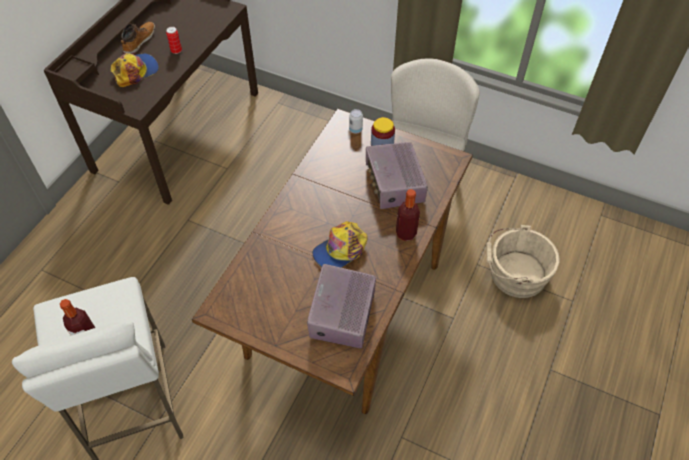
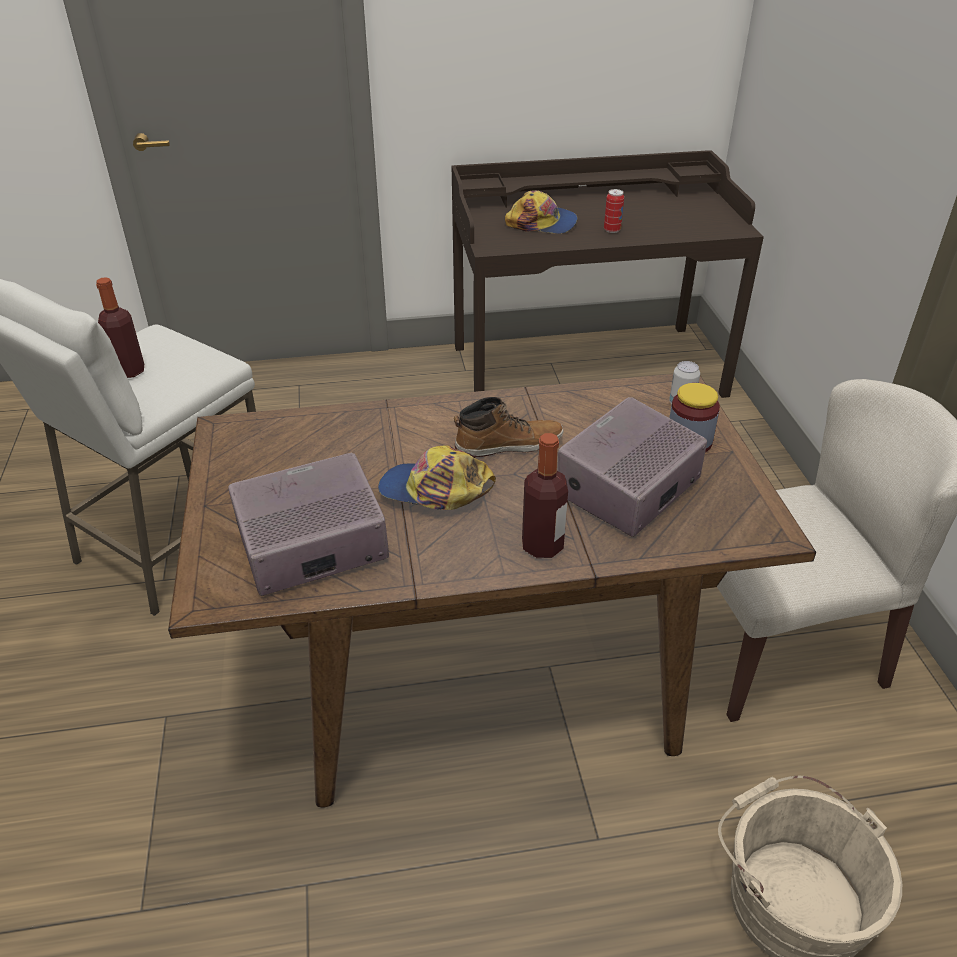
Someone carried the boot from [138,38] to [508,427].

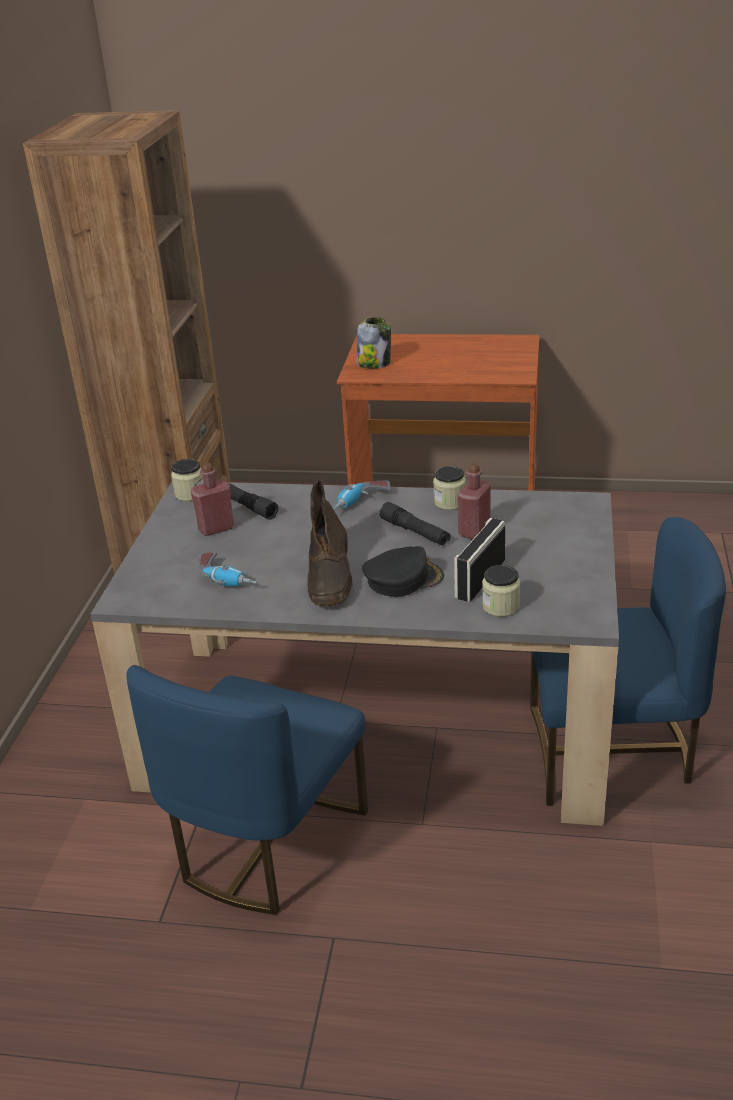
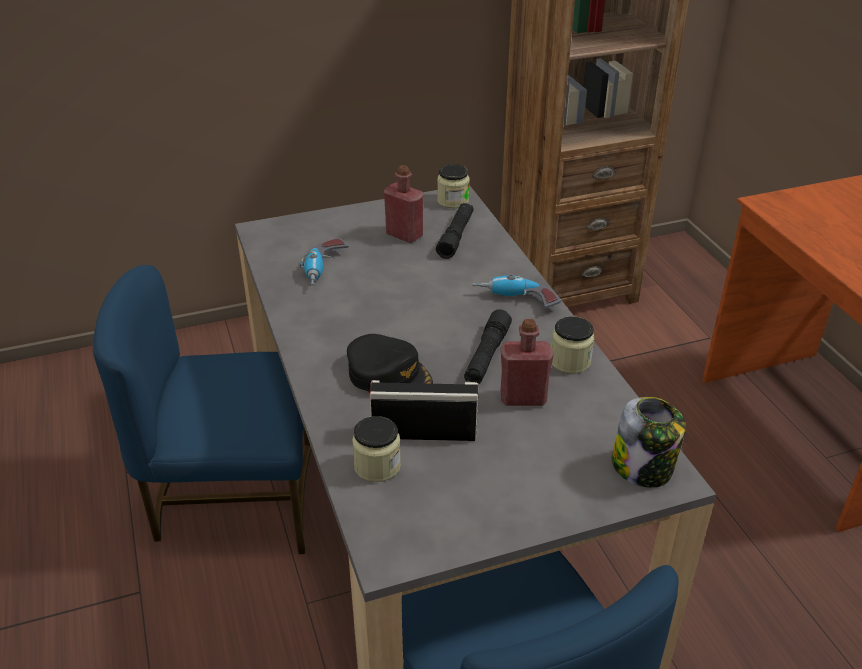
Someone took away the brown boot at [330,542]. Someone carried the jar from [373,343] to [649,442].

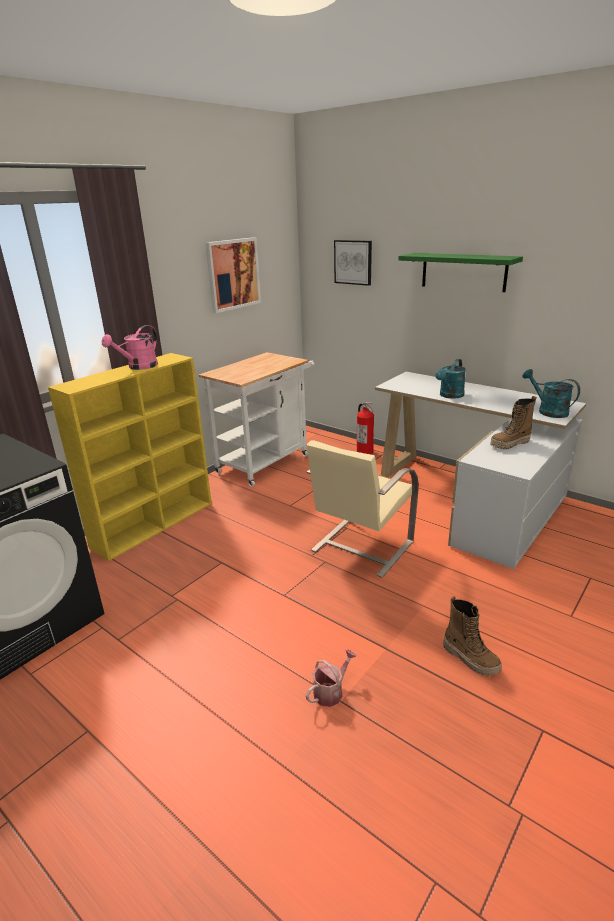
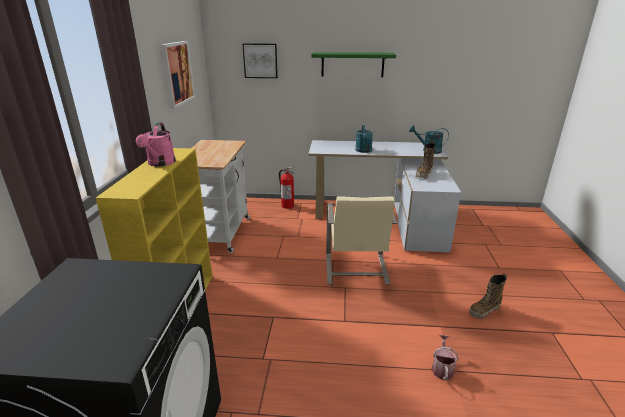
Someone rotated the boot at [472,636] by 135 degrees clockwise.

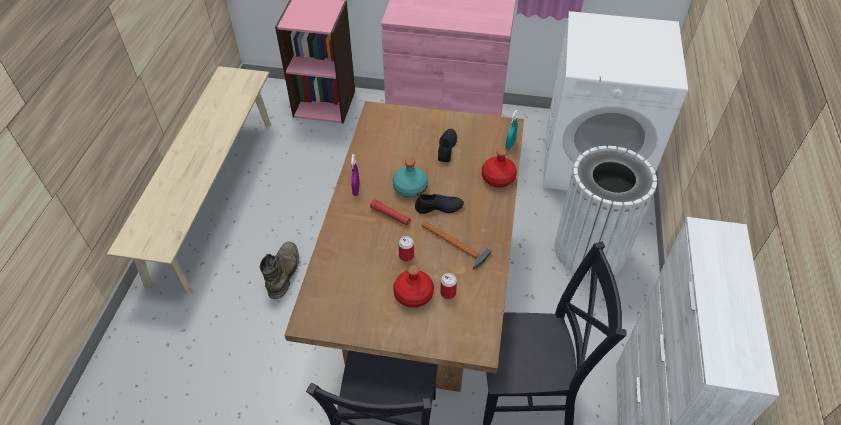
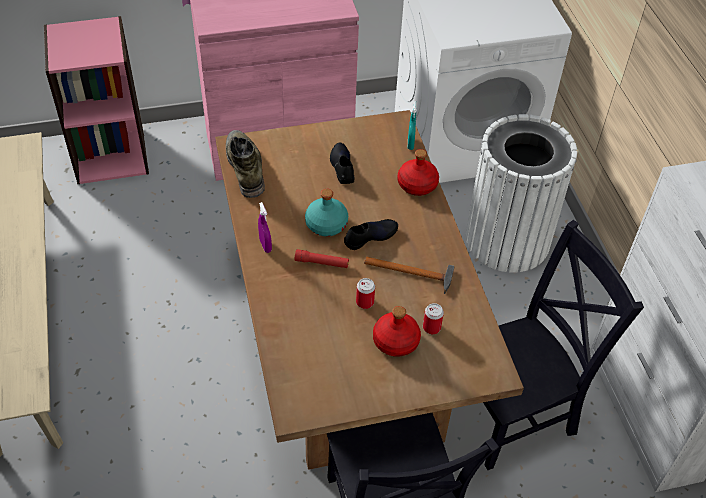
Someone carried the green boot from [279,270] to [245,164].

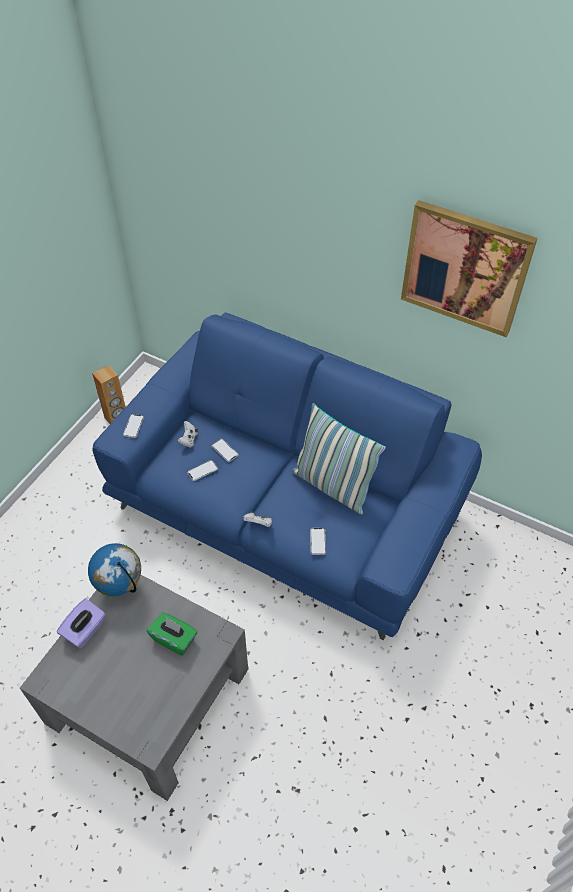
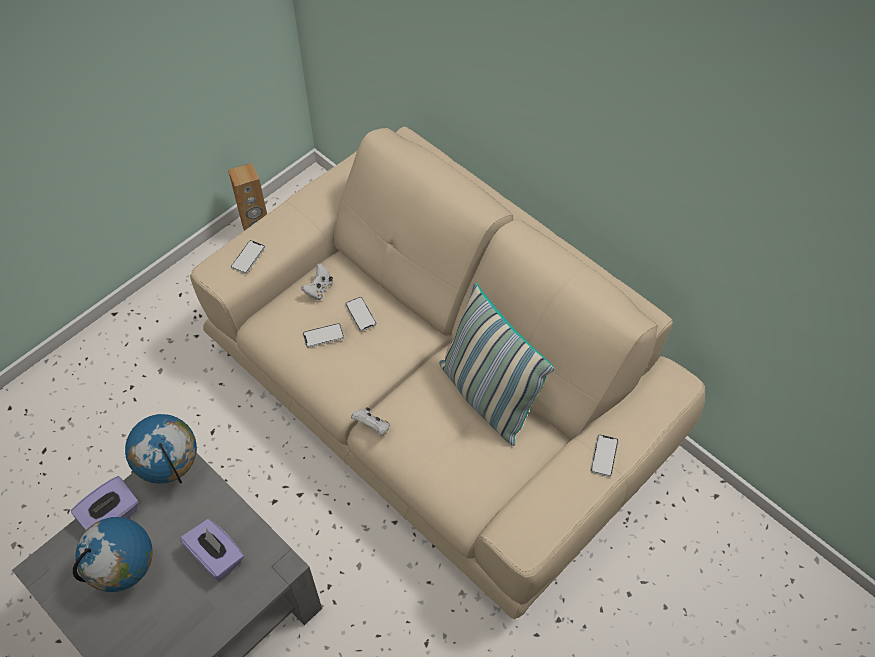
Someone took away the picture at [469,268]. Someone put down the globe at [113,554]. Someone carried the phone from [318,541] to [604,455]. Someone repainted the blue sofa at [287,476], which became the beige sofa at [447,372]. Someone repainted the green tissue box at [172,634], which became the purple tissue box at [212,550].

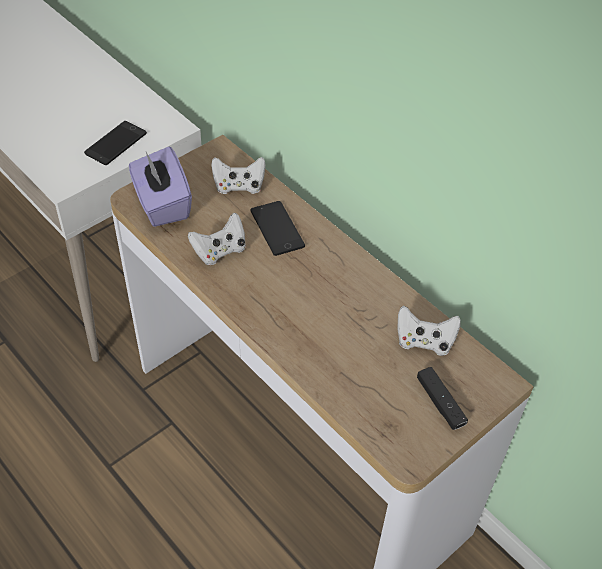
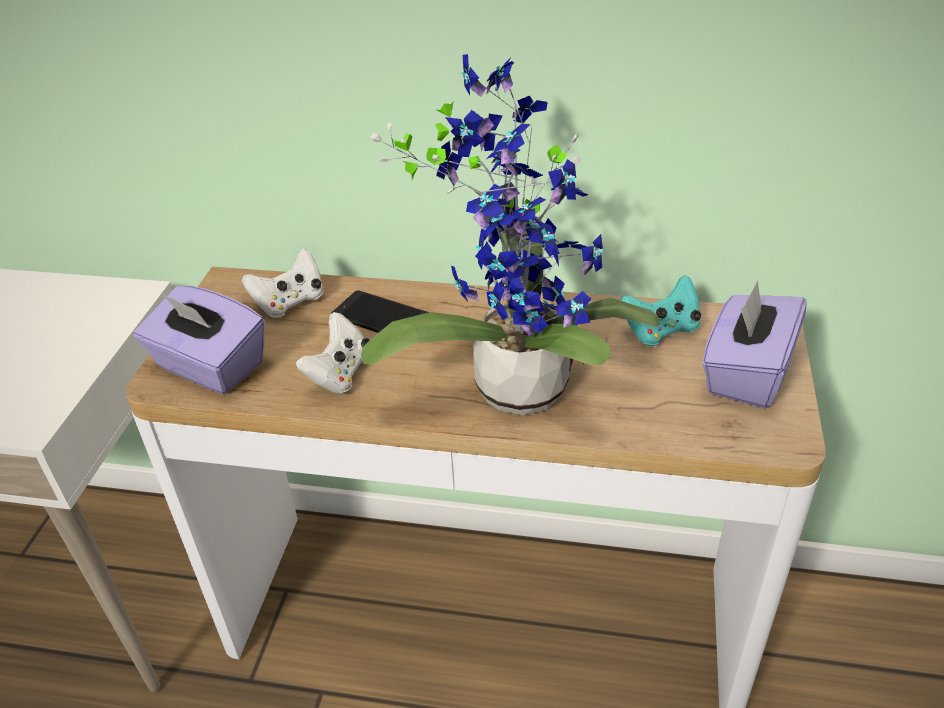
Someone took away the phone at [115,143]. Someone put down the potted plant at [510,234]. Someone swapped the black game controller at [442,398] for the purple tissue box at [754,344]. Someone repainted the white game controller at [429,330], which became the turquoise game controller at [660,310].

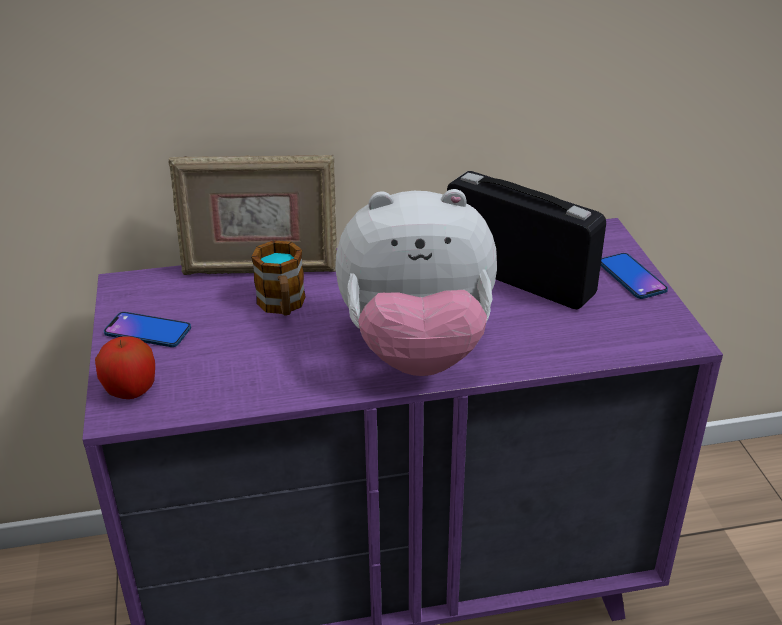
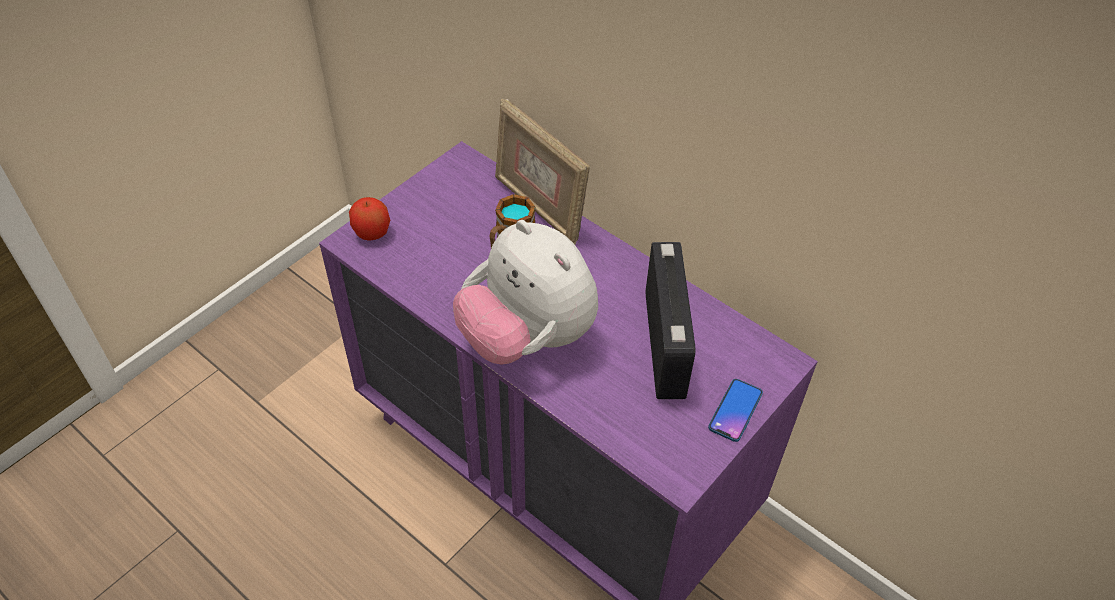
Someone took away the phone at [147,329].

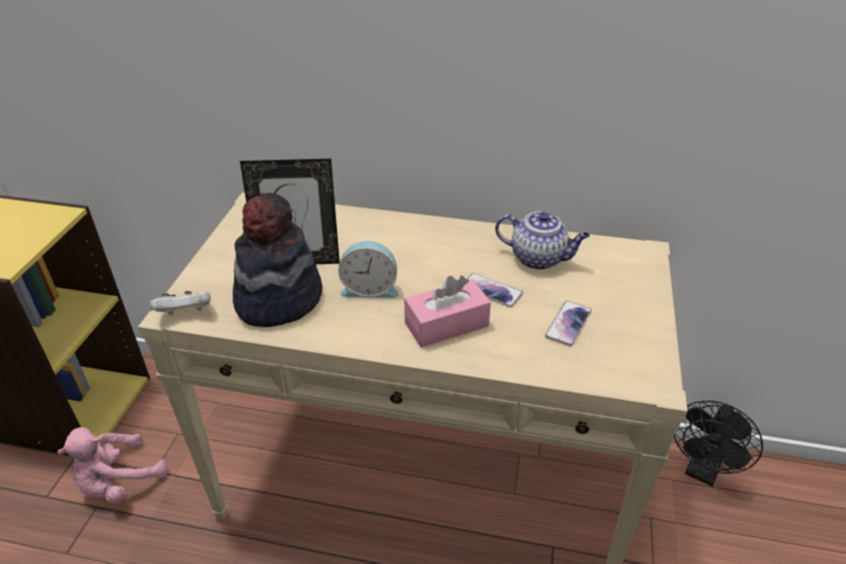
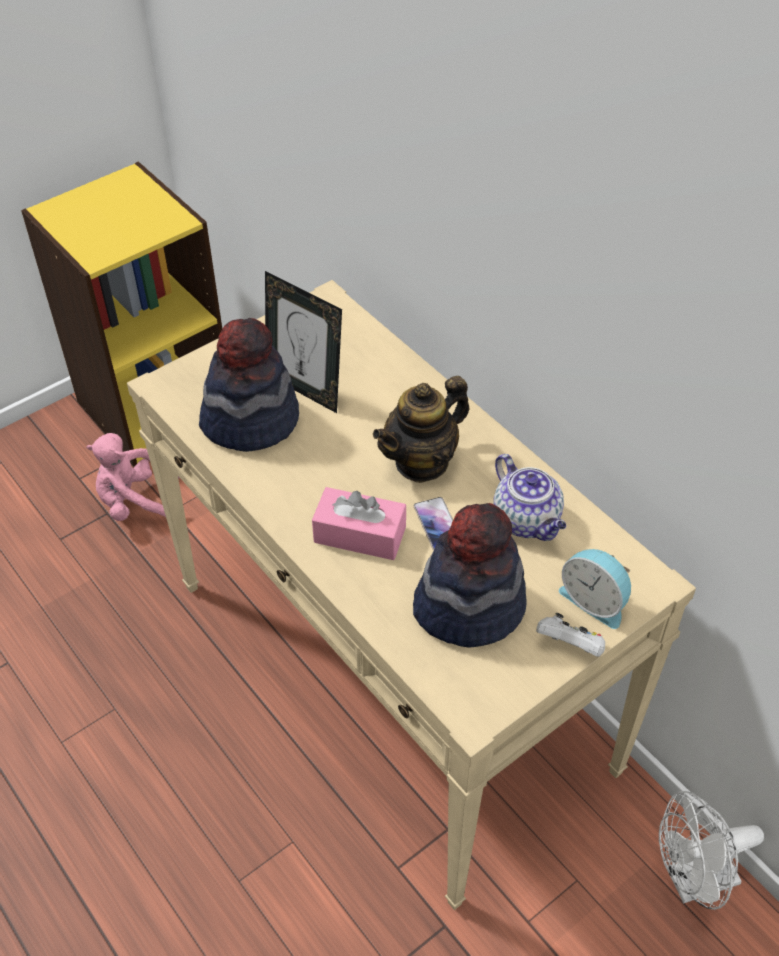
Someone put down the teapot at [421,429]. Someone carried the white game controller from [180,303] to [570,635]. Someone carried the alarm clock from [368,269] to [595,589]. Someone swapped the phone at [568,323] for the hat at [470,575]. Someone repainted the black fan at [718,443], which became the white fan at [711,850].

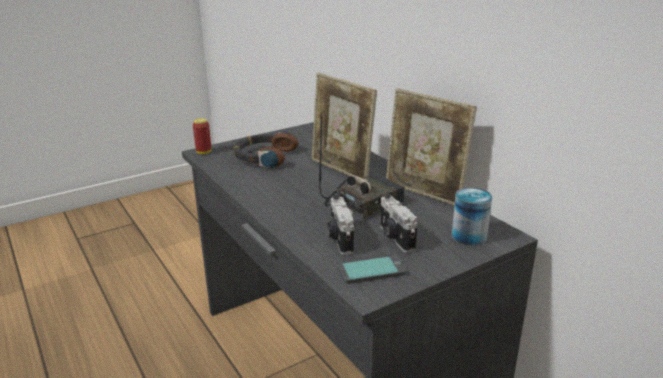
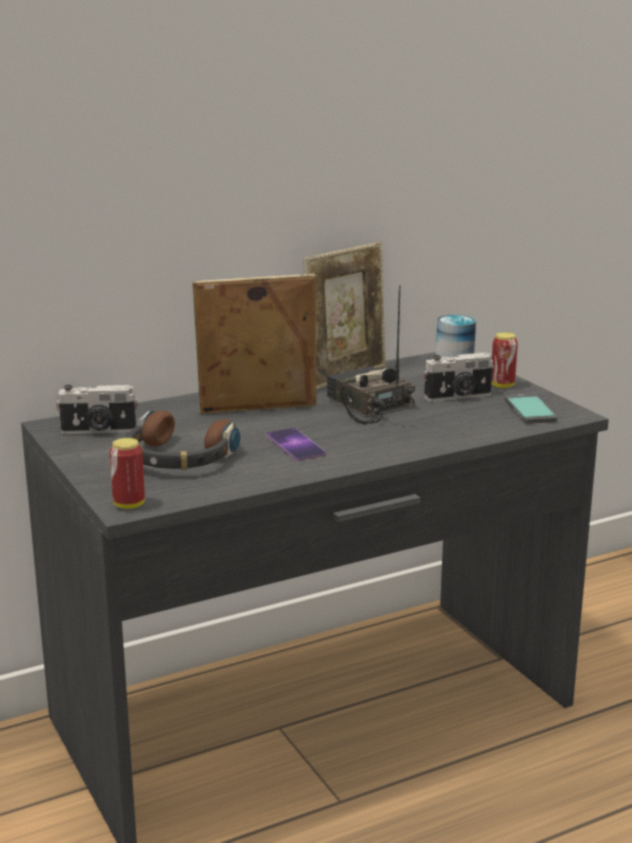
Someone put down the phone at [295,444]. Someone put down the can at [505,360]. Someone carried the photo camera from [341,224] to [97,409]. Someone rotated the picture frame at [344,126] by 150 degrees counterclockwise.

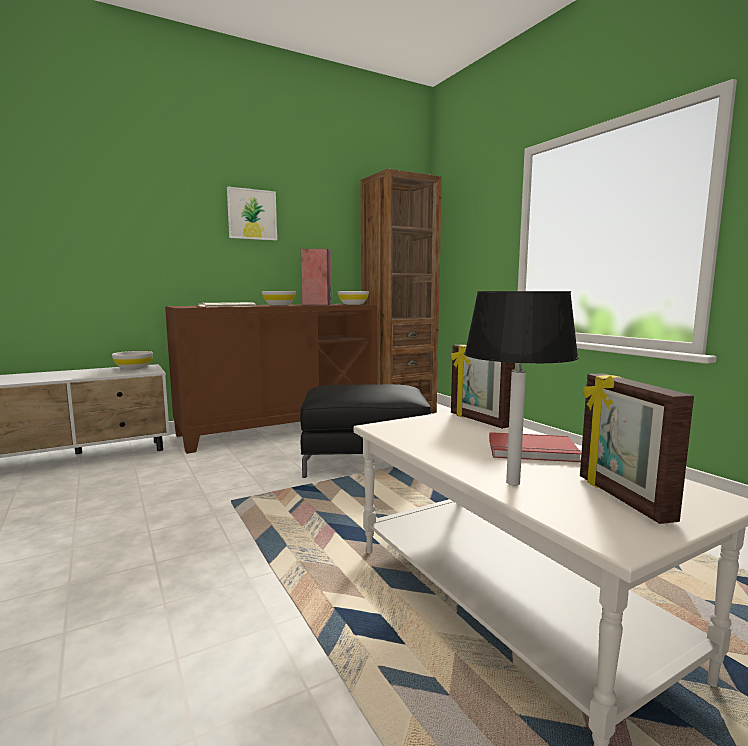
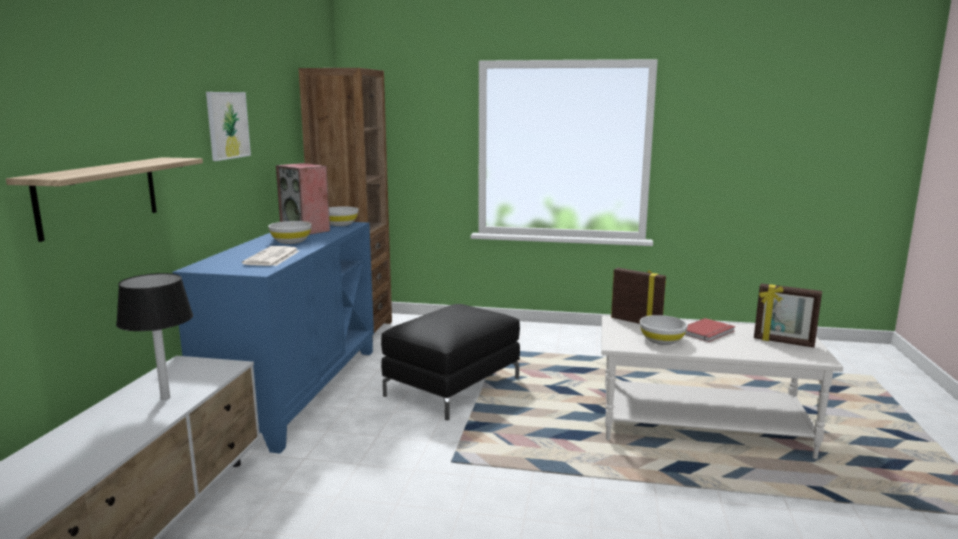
Someone put up the shelf at [104,199]. Someone carried the white bowl from [132,360] to [664,330]. Someone carried the black table lamp from [521,388] to [154,336]. Someone repainted the brown cabinet at [271,379], which became the blue cabinet at [273,337]. Someone rotated the picture frame at [483,386] by 150 degrees counterclockwise.

